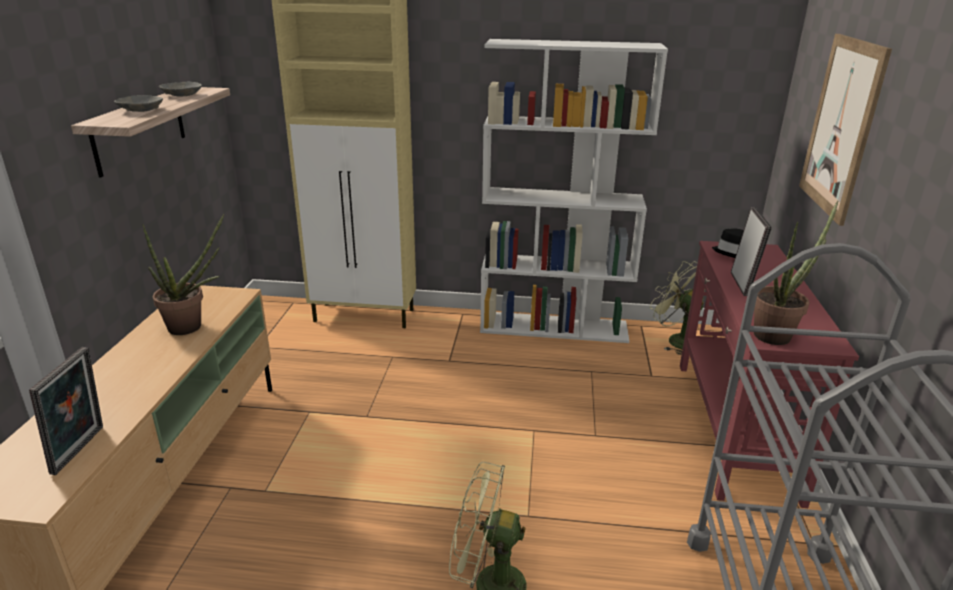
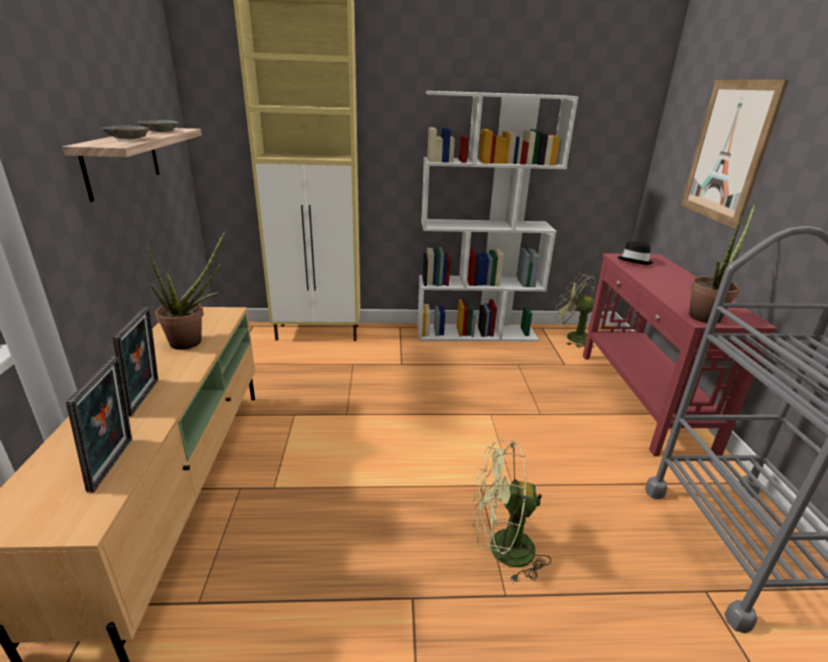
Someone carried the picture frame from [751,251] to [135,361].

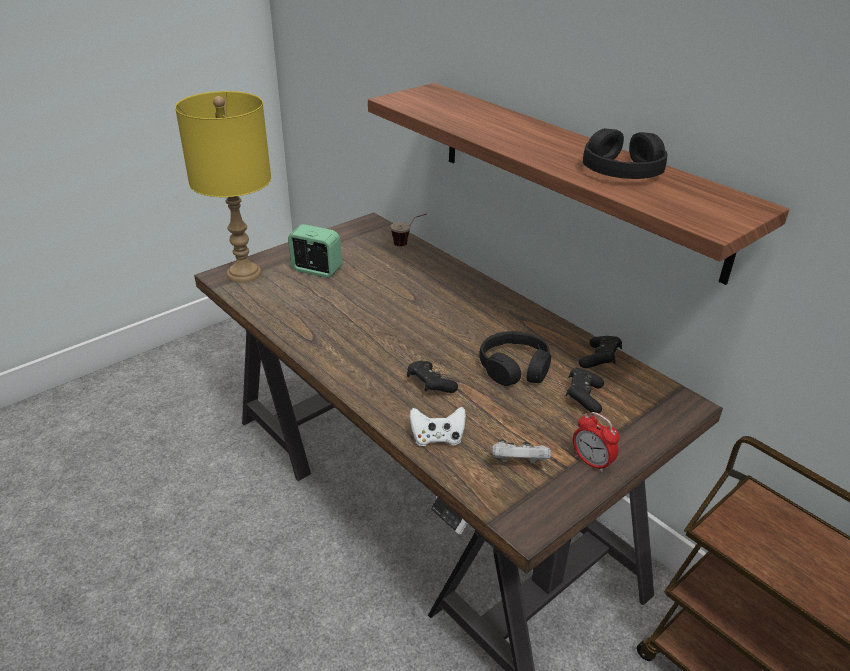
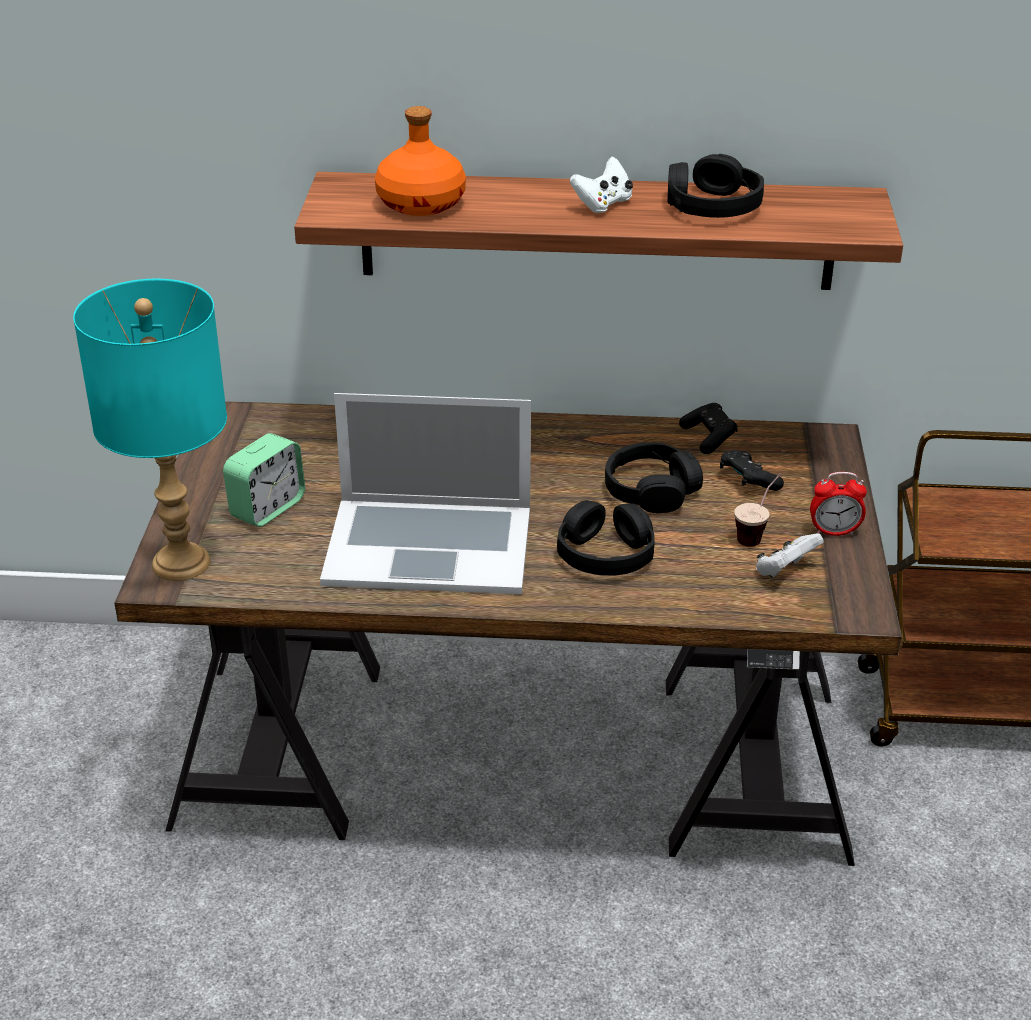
Someone put down the laptop at [425,493]. Someone put down the orange bottle at [420,161]. Someone carried the cup from [408,230] to [757,510]. Someone carried the white game controller from [437,426] to [601,185]. Someone swapped the black game controller at [432,377] for the black headphones at [606,538]. Someone repainted the yellow table lamp at [223,186], which became the turquoise table lamp at [150,430]. Someone rotated the alarm clock at [315,251] by 150 degrees clockwise.

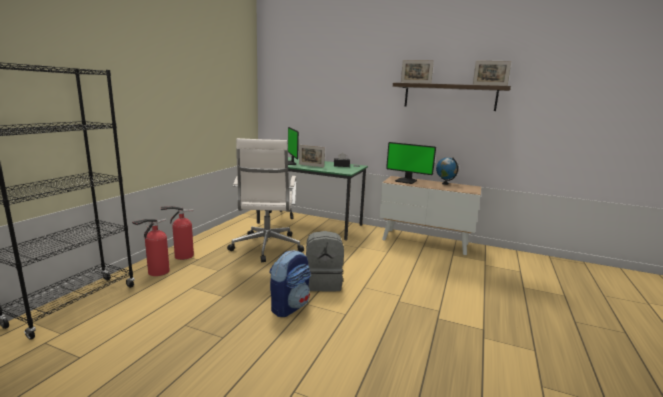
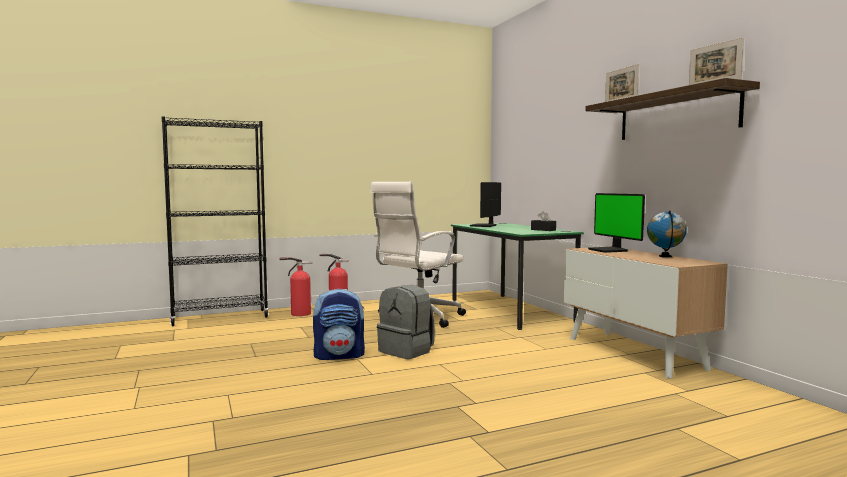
Someone took away the picture frame at [312,156].

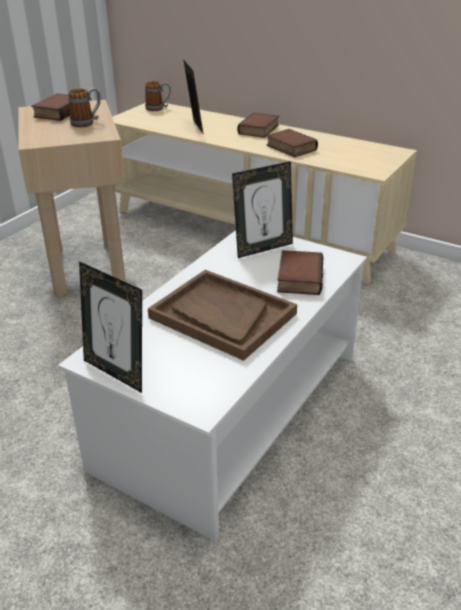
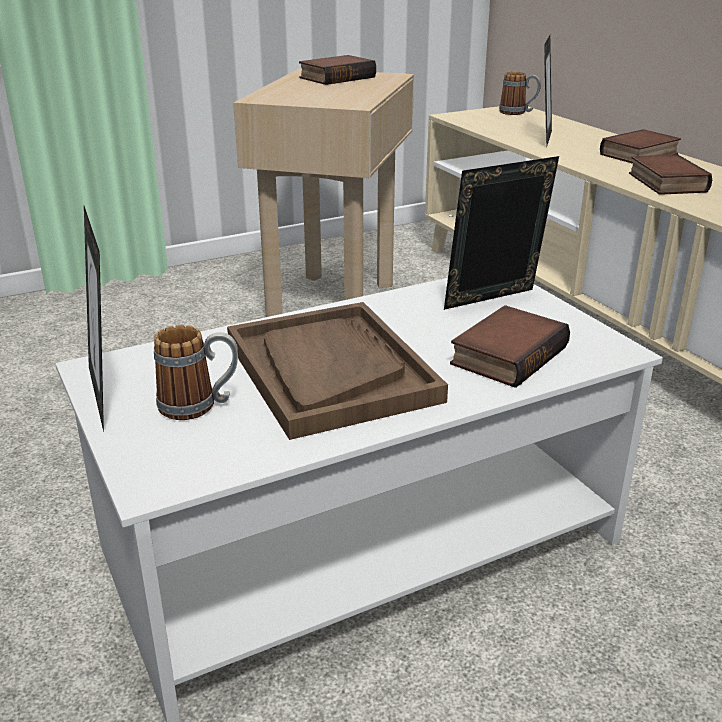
Someone carried the mug from [84,107] to [196,372]. Someone rotated the picture frame at [262,209] by 150 degrees clockwise.

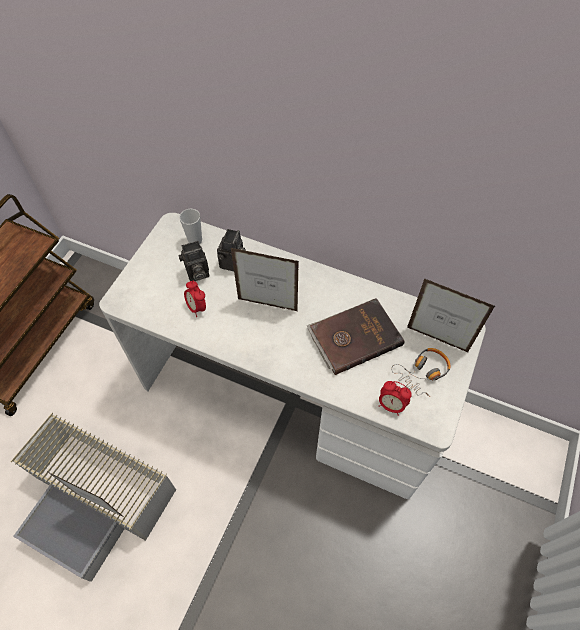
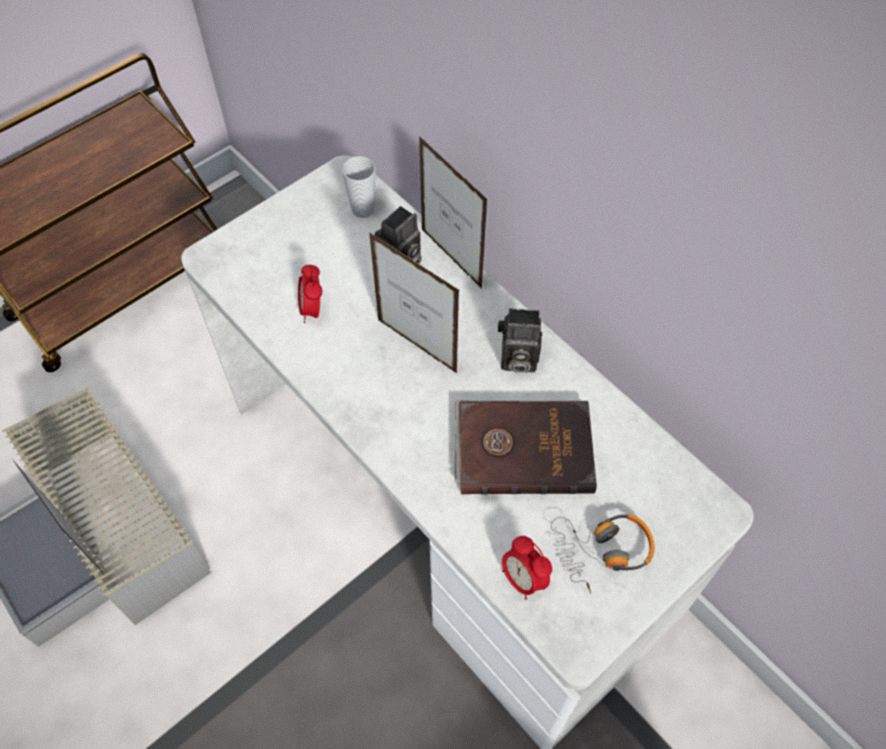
Someone carried the photo camera from [193,261] to [520,340]. Someone carried the picture frame from [451,315] to [453,212].

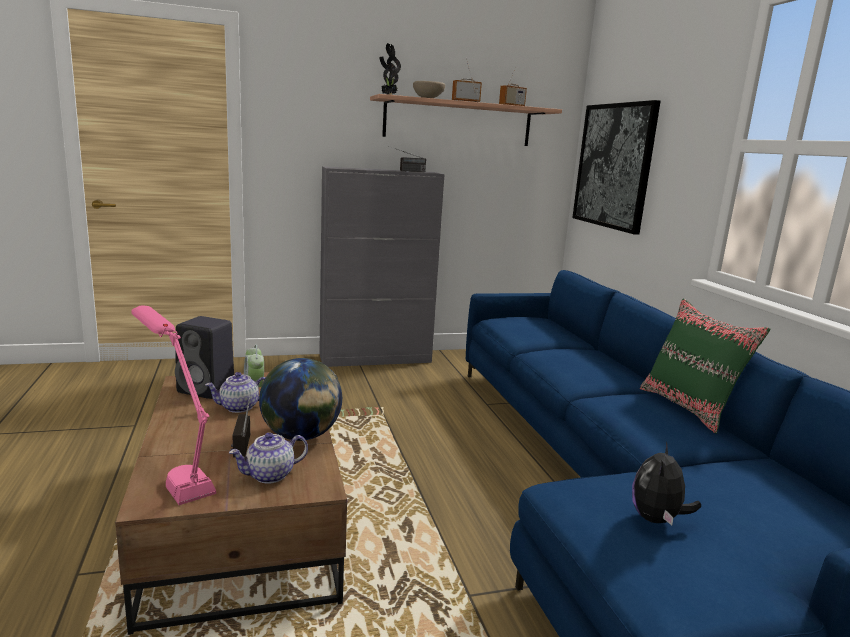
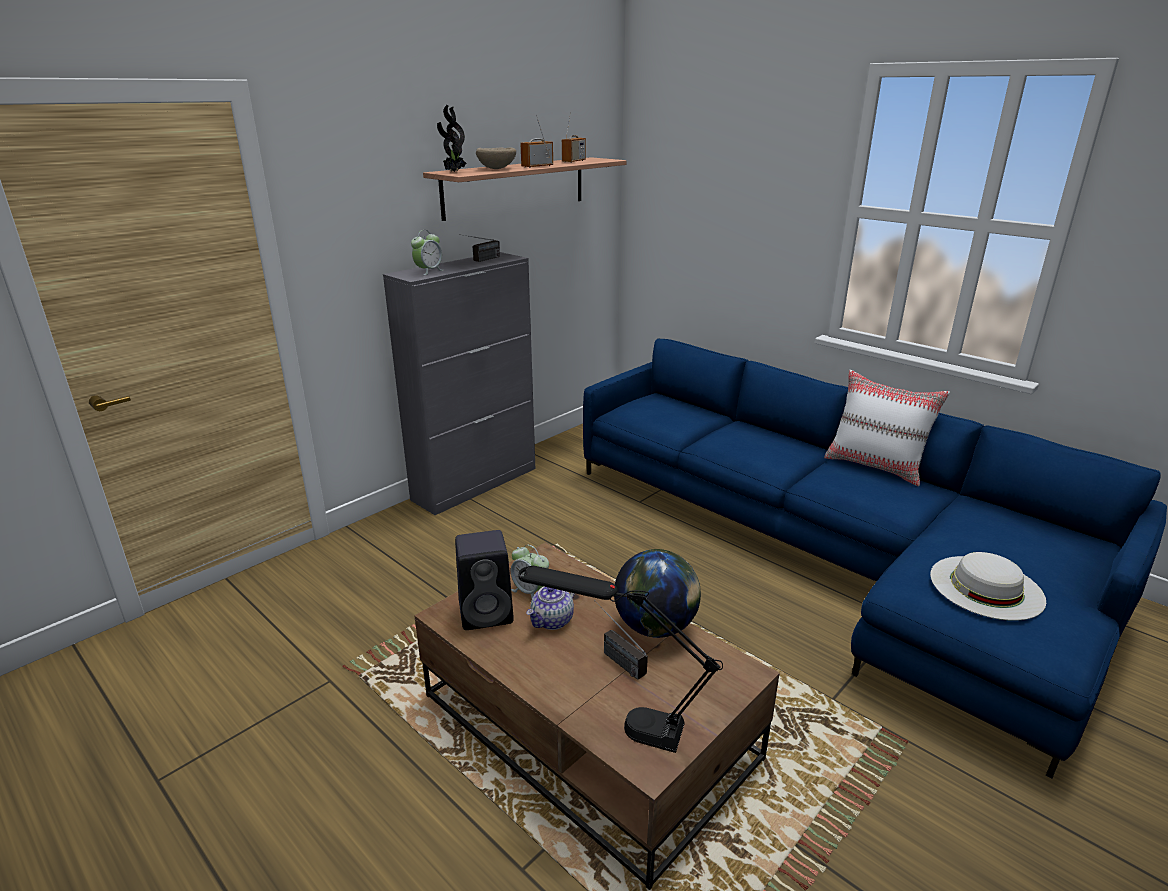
Someone took away the teapot at [268,458]. Someone took away the picture at [616,167]. Someone put down the alarm clock at [427,252]. Someone swapped the plush toy at [666,483] for the white hat at [988,586]. Someone repainted the pink table lamp at [174,405], which became the black table lamp at [620,659]. Someone repainted the green pillow at [705,366], which became the white pillow at [887,428].

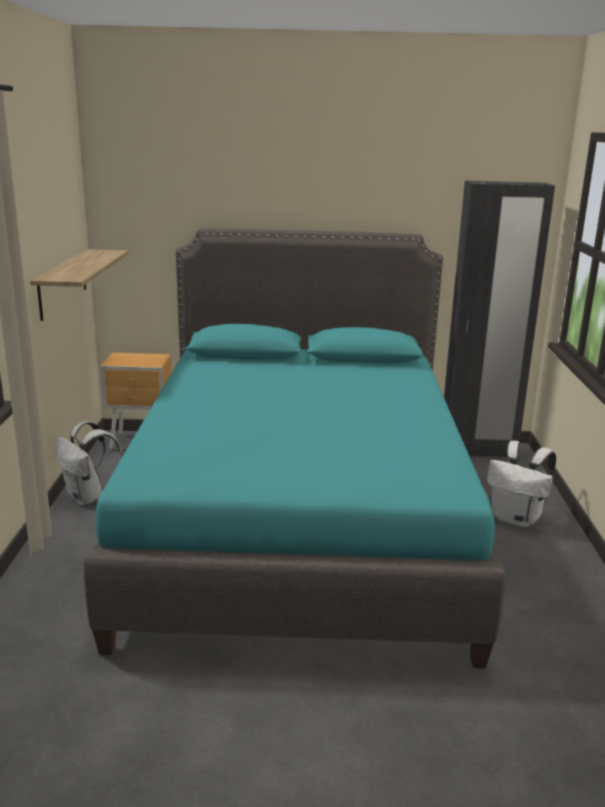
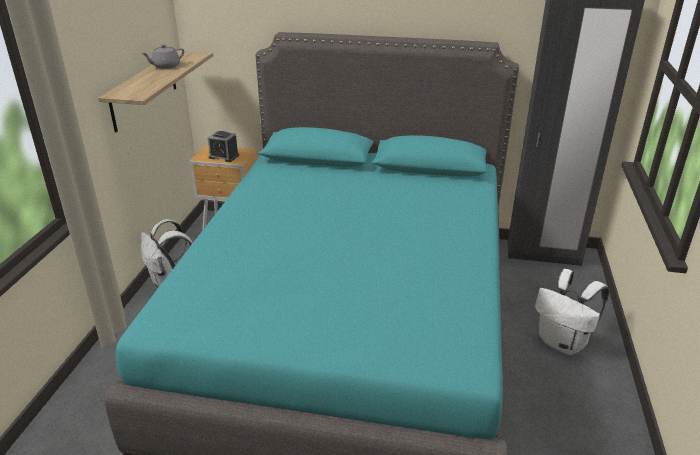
Someone put down the grey teapot at [162,56]. Someone put down the alarm clock at [223,146].

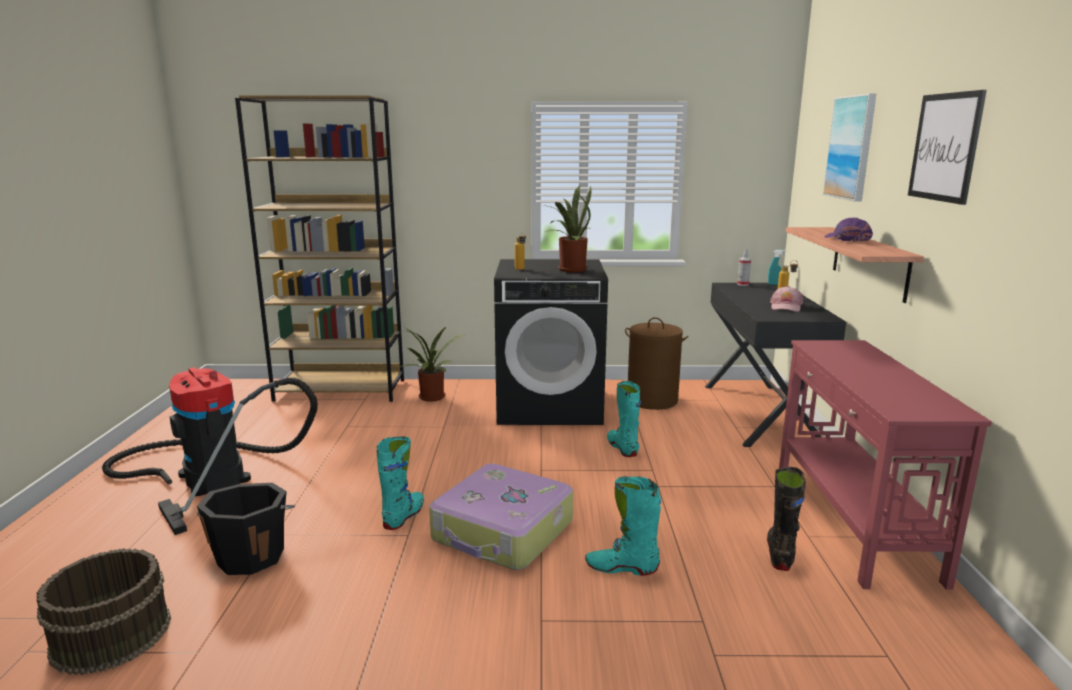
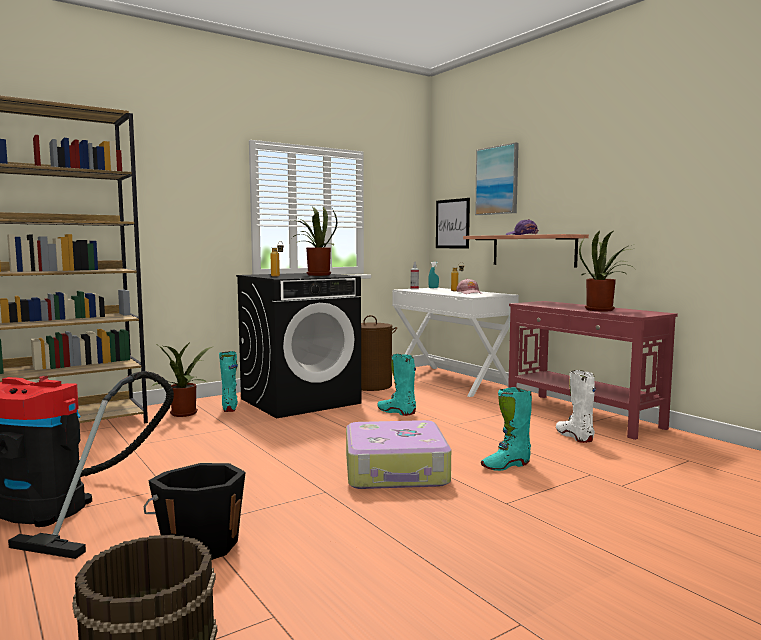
Someone put down the potted plant at [606,271]. Someone carried the turquoise boot from [400,483] to [228,381]. Someone carried the picture from [947,147] to [453,223]. Someone repainted the black desk at [775,365], which became the white desk at [455,342]. Someone repainted the black boot at [786,519], which became the white boot at [576,406].

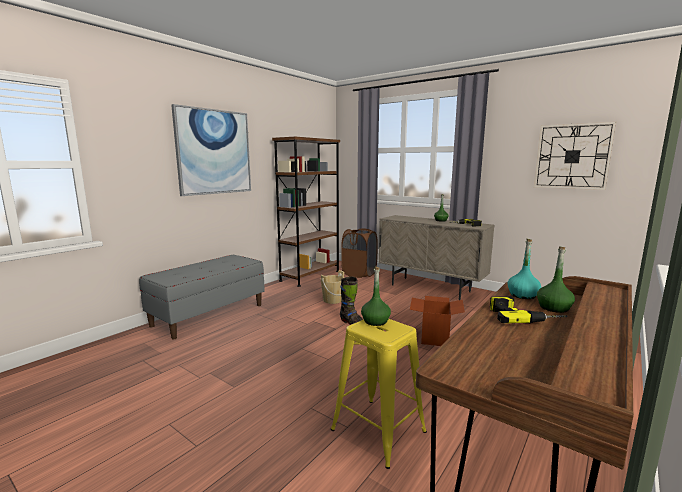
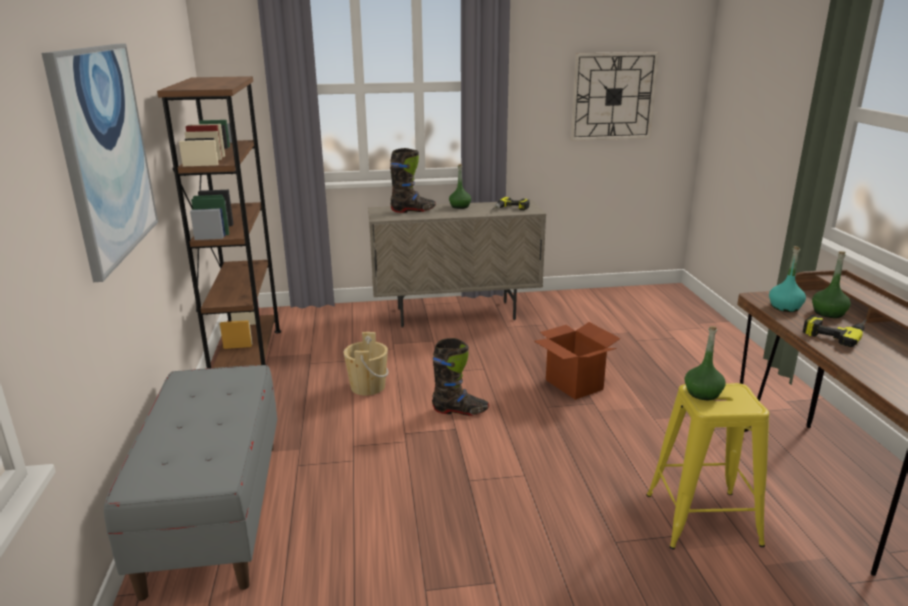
Someone took away the brown laundry basket at [359,253]. Someone put down the black boot at [413,180].

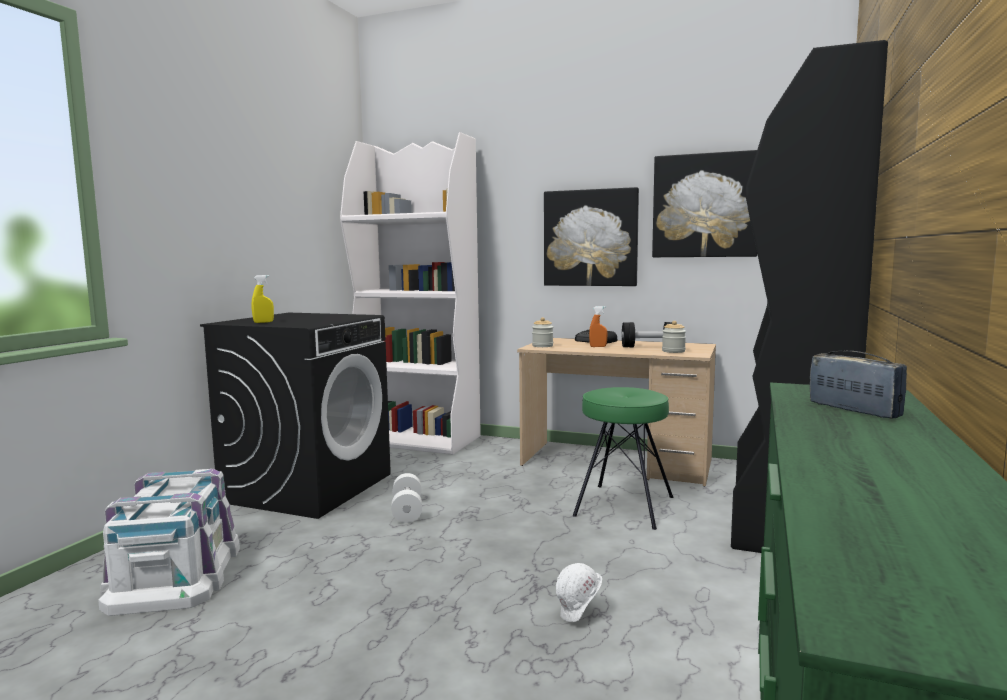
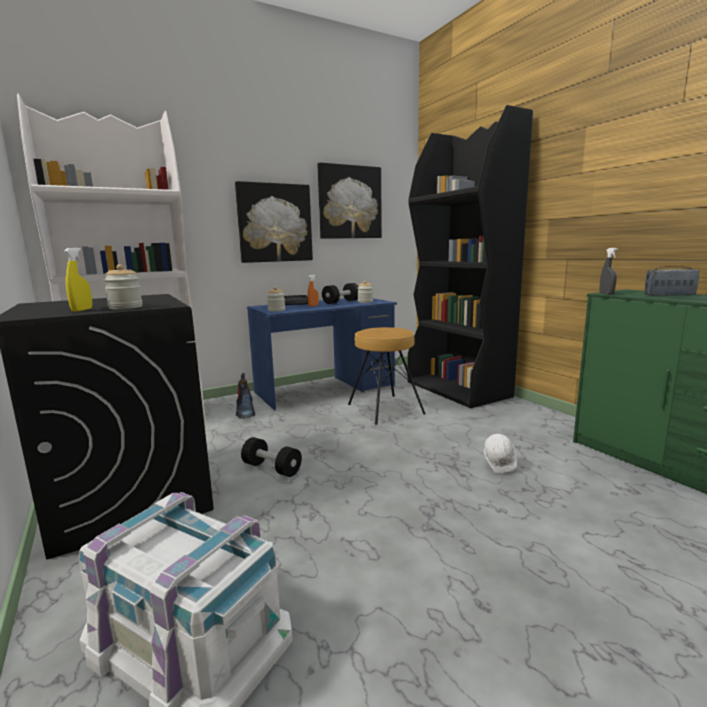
Someone put down the jar at [123,286]. Someone put down the boot at [245,396]. Someone put down the grey spray bottle at [608,271]. Someone repainted the white dumbbell at [406,498], which became the black dumbbell at [271,457]. Someone repainted the beige desk at [616,412], which became the blue desk at [322,354]. Someone repainted the green stool at [623,458], which became the brown stool at [387,376].

